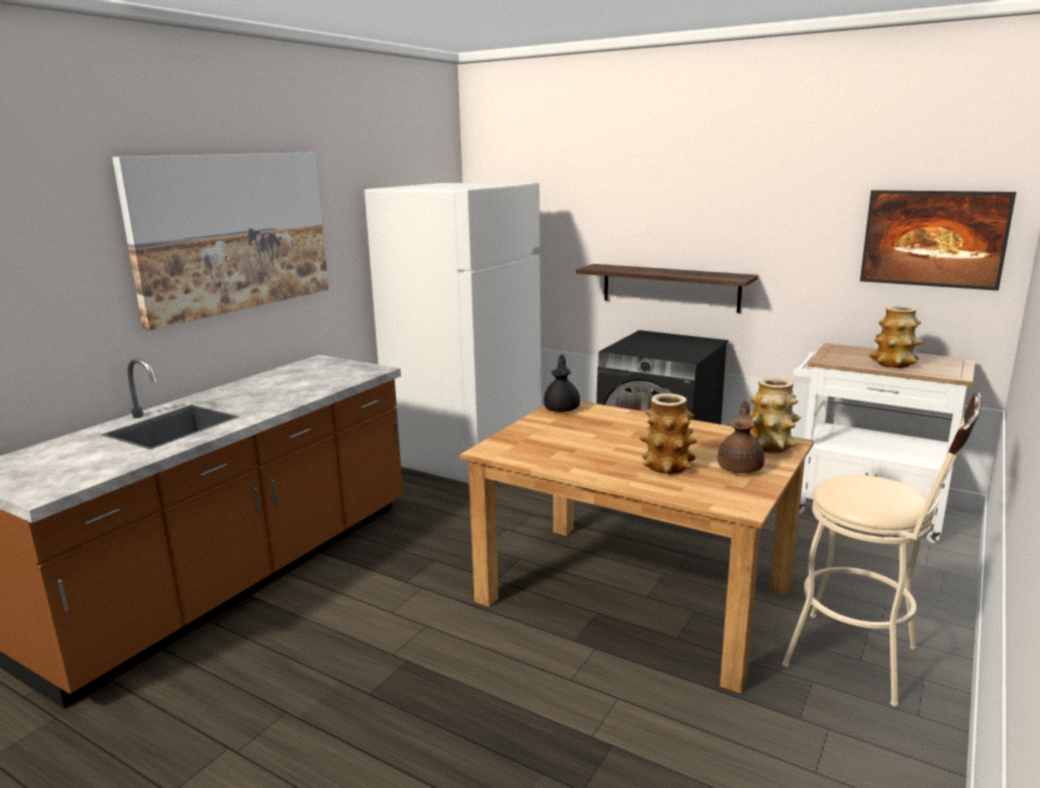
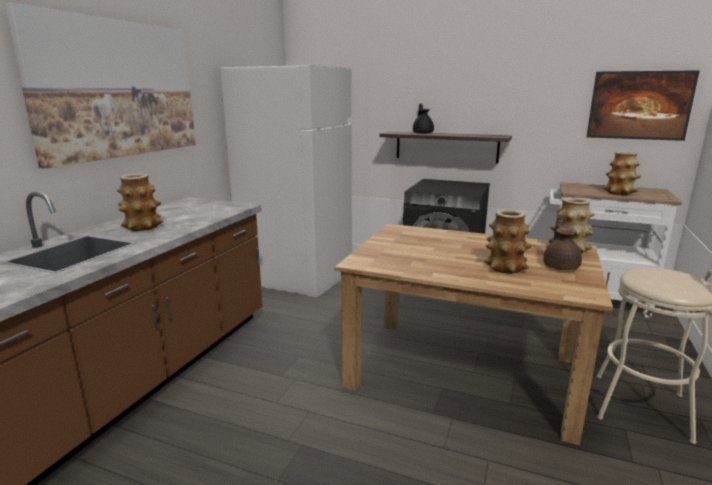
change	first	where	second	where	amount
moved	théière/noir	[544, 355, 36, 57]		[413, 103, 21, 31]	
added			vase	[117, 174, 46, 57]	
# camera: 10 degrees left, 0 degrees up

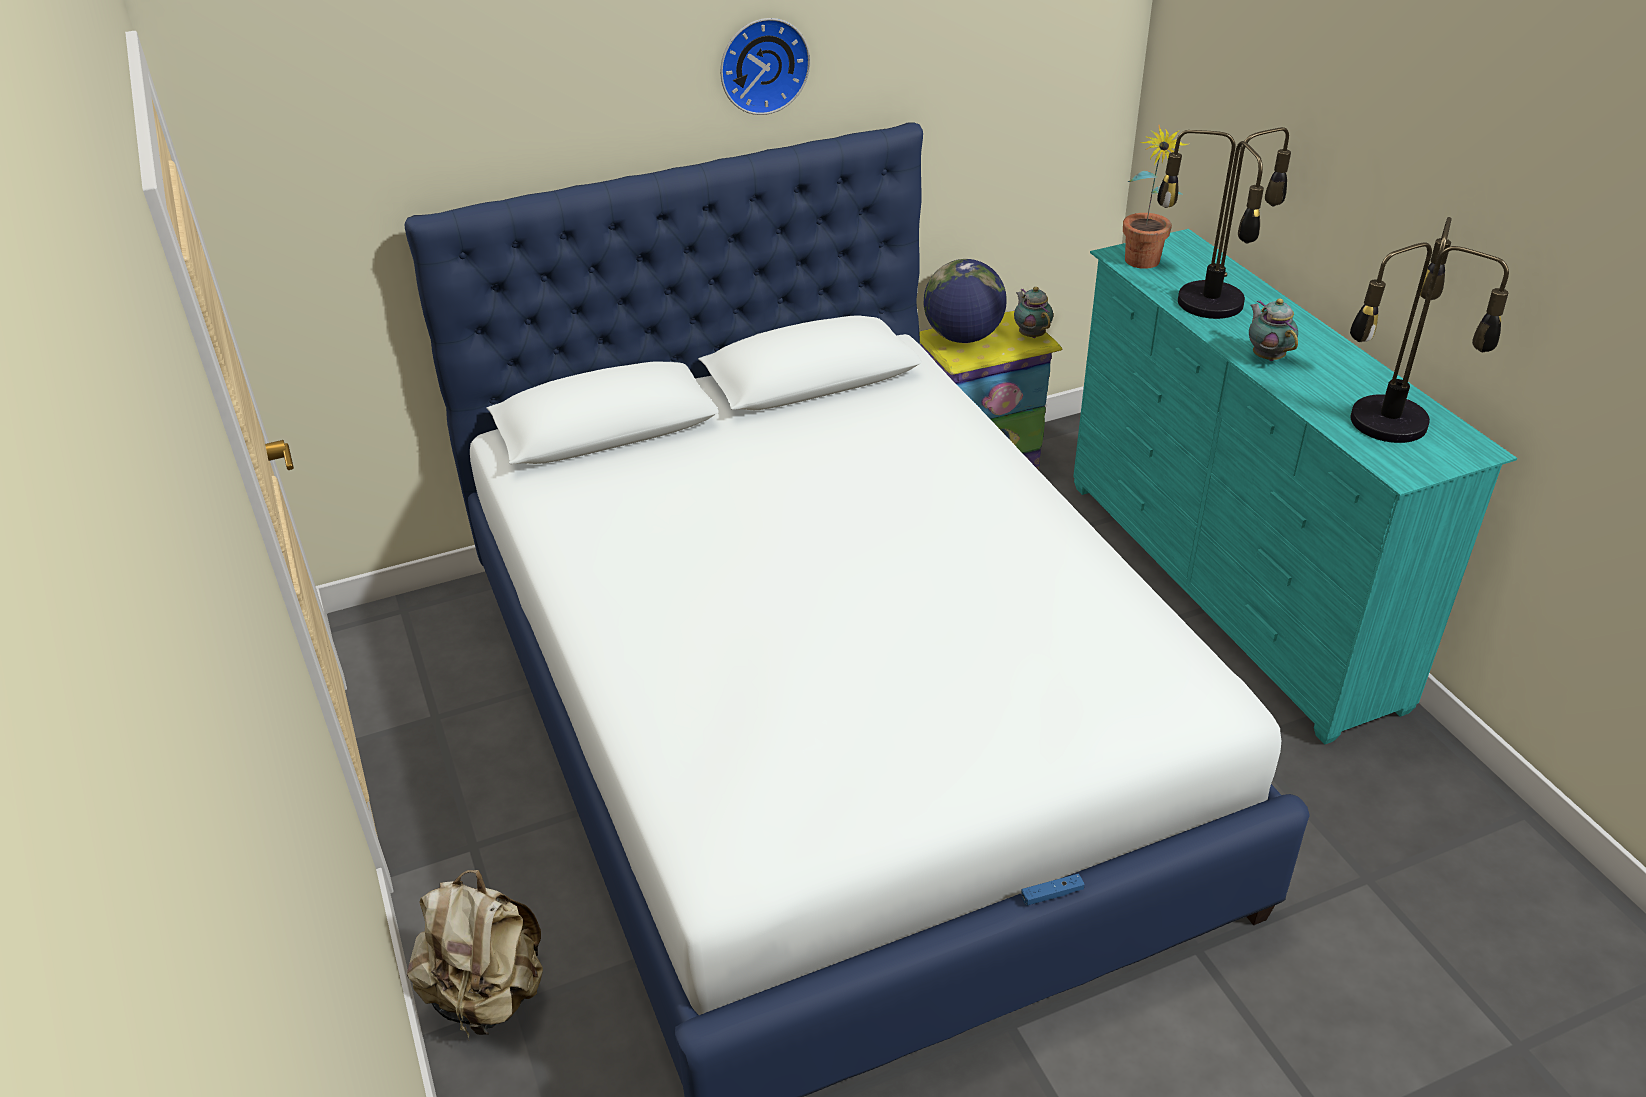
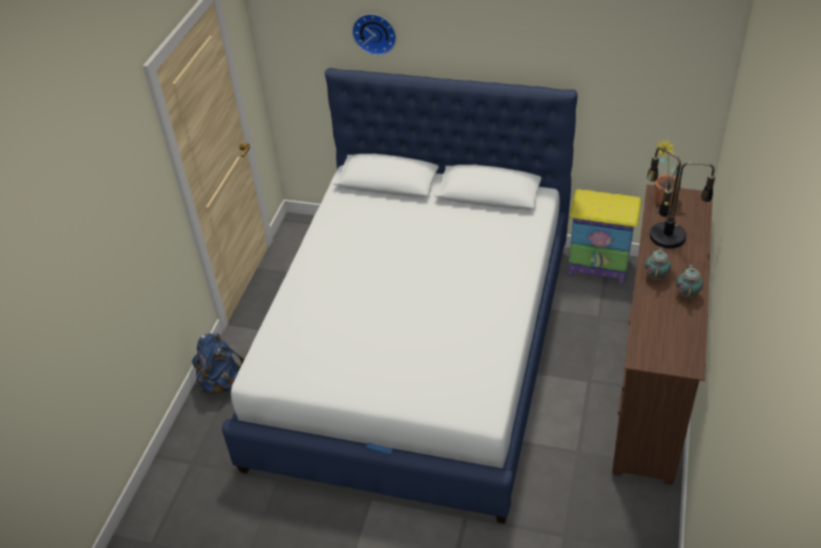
change	first	where	second	where	amount
recoloured	sac à dos/beige	[407, 870, 136, 169]	sac à dos/bleu	[192, 333, 52, 62]	
moved	horloge murale	[720, 18, 90, 97]		[352, 14, 44, 41]	
removed	globe	[924, 259, 83, 84]			
moved	théière	[1014, 287, 39, 51]		[676, 264, 27, 34]	
recoloured	commode/turquoise	[1073, 229, 444, 516]	commode/marron	[612, 184, 101, 301]	
removed	lampe de table	[1350, 217, 159, 226]			
# camera: 40 degrees right, 5 degrees up

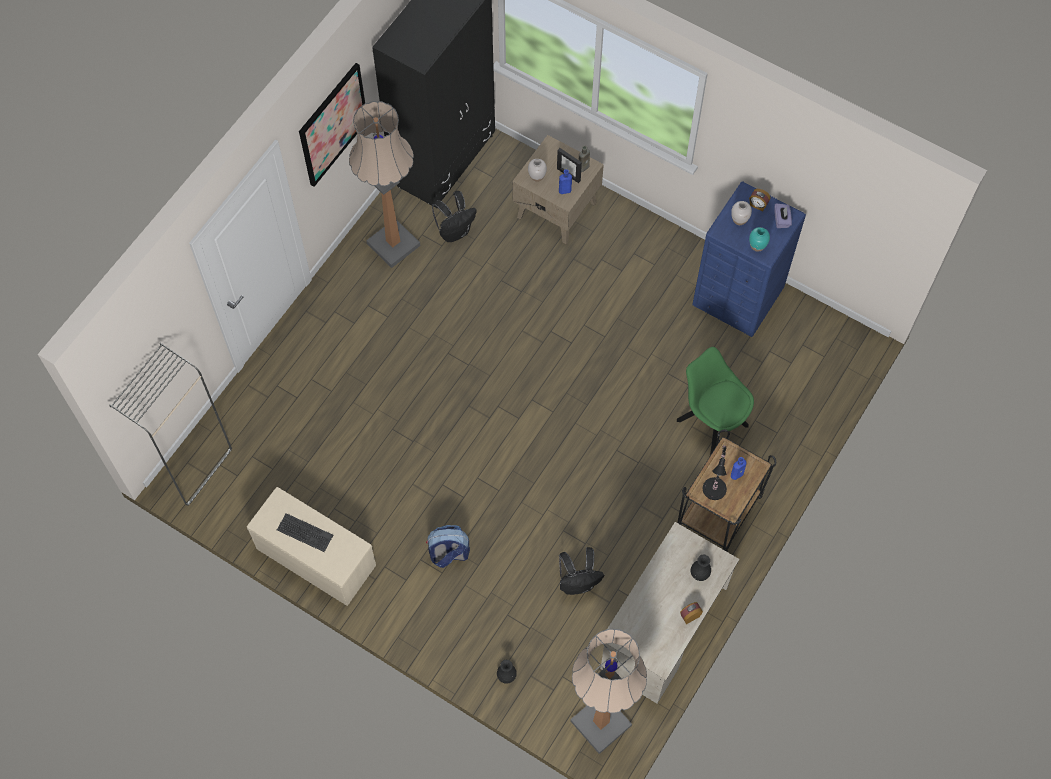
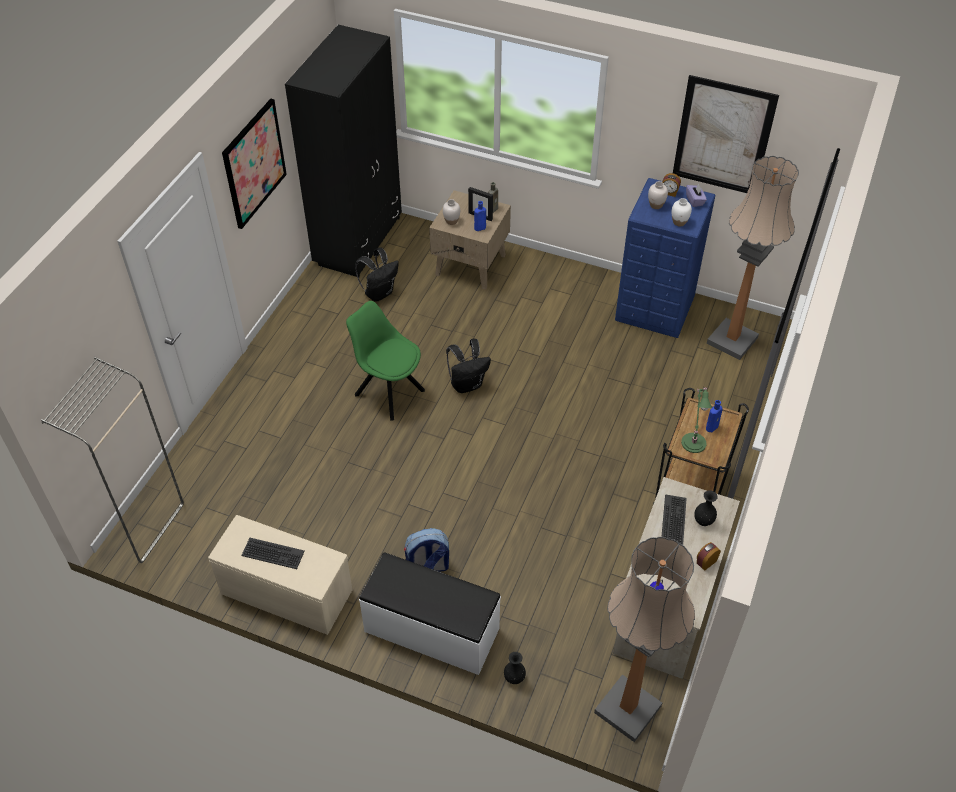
change	first	where	second	where	amount
moved	lampadaire	[349, 101, 71, 167]		[707, 156, 92, 204]	
moved	sac à dos/noir	[559, 547, 45, 48]		[446, 339, 45, 54]	
moved	chaise/vert	[677, 347, 77, 108]		[346, 301, 79, 120]	
recoloured	lampe de table/noir	[703, 445, 24, 55]	lampe de table/vert	[681, 387, 31, 66]	
recoloured	vase/turquoise	[749, 227, 21, 25]	vase/blanc	[672, 198, 20, 28]	
added			banc/blanc	[359, 552, 142, 123]	
added			clavier	[661, 494, 26, 51]	
added			tableau	[673, 75, 106, 118]	
# camera: 10 degrees left, 15 degrees down

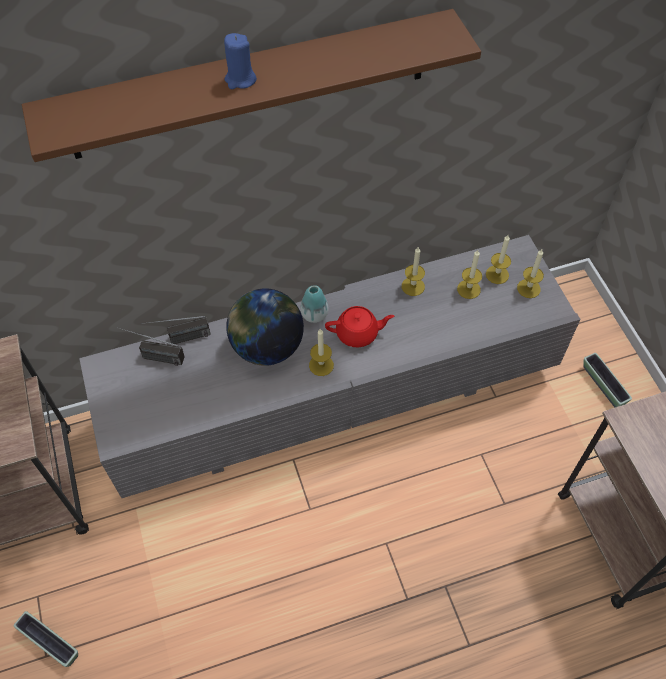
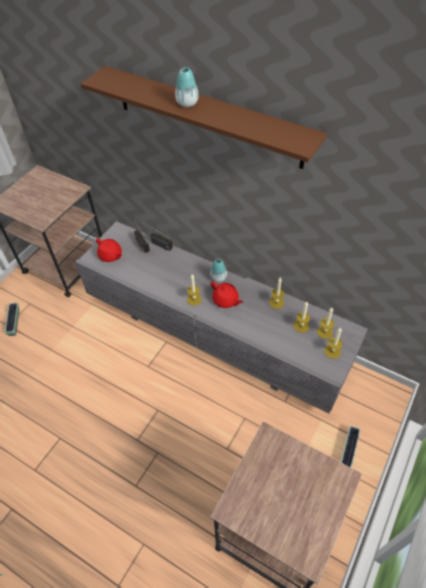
change	first	where	second	where	amount
replaced	bougie/bleu	[224, 33, 33, 56]	vase	[175, 67, 24, 40]	
removed	globe	[226, 288, 78, 78]			
added			théière/rouge	[96, 238, 26, 24]	
# camera: 50 degrees right, 5 degrees down

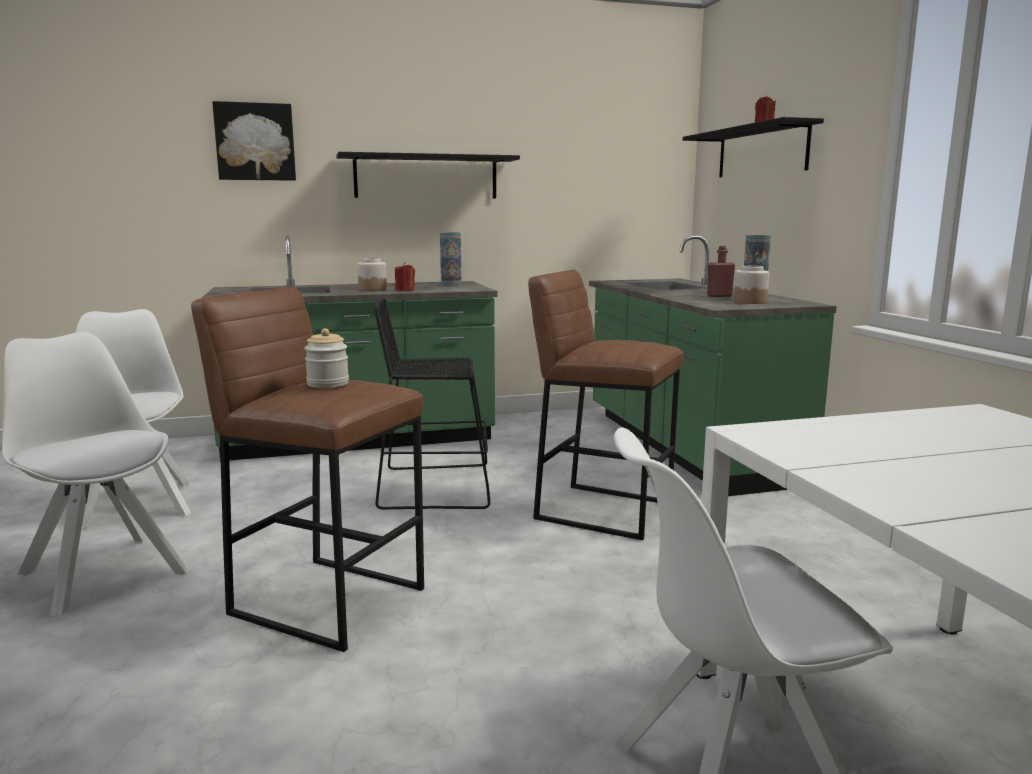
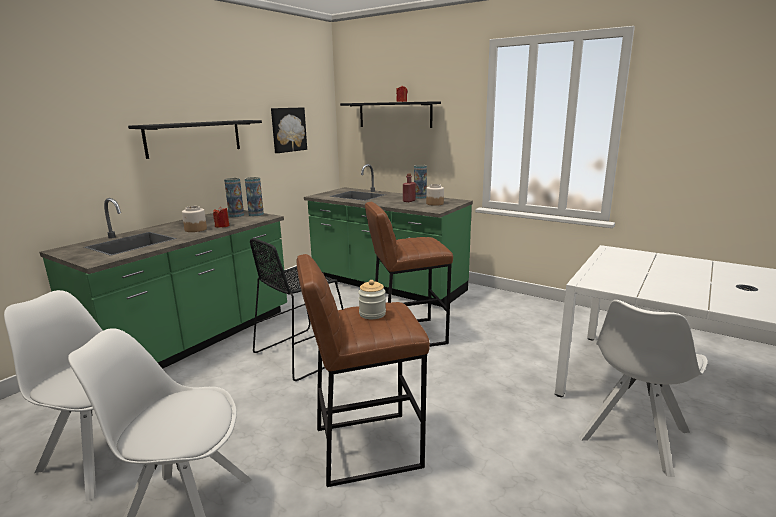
change	first	where	second	where	amount
moved	tableau	[212, 101, 84, 80]		[271, 107, 36, 46]	
added			vase	[245, 177, 19, 39]	
# camera: 40 degrees left, 5 degrees up

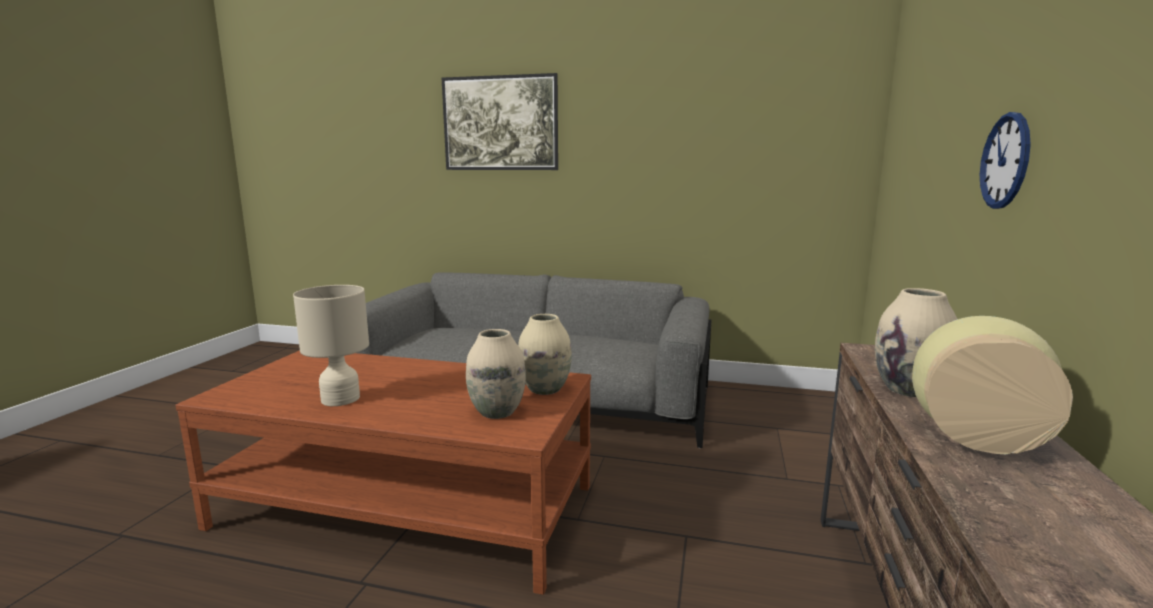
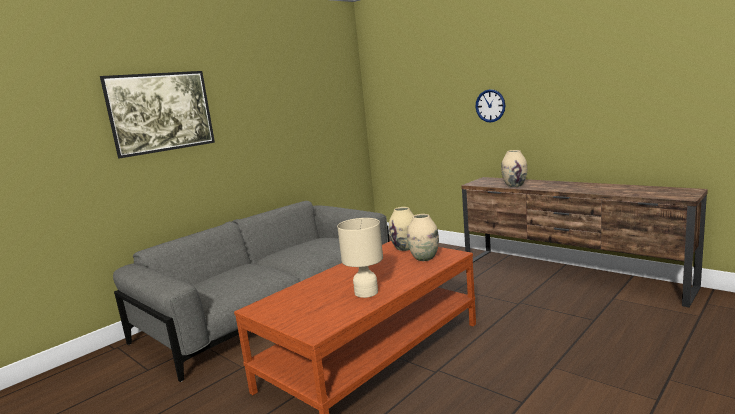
change	first	where	second	where	amount
removed	vase	[912, 316, 161, 138]			
# camera: 60 degrees left, 0 degrees up

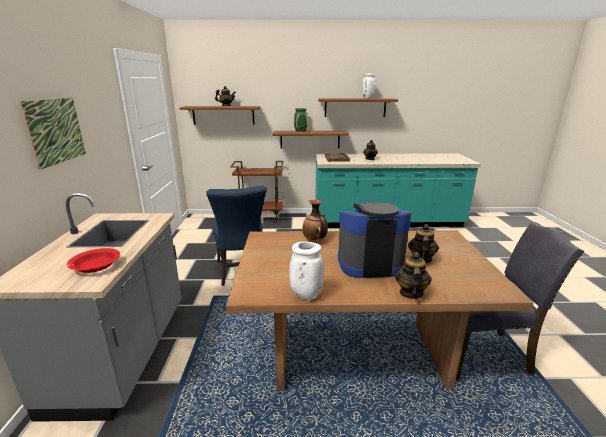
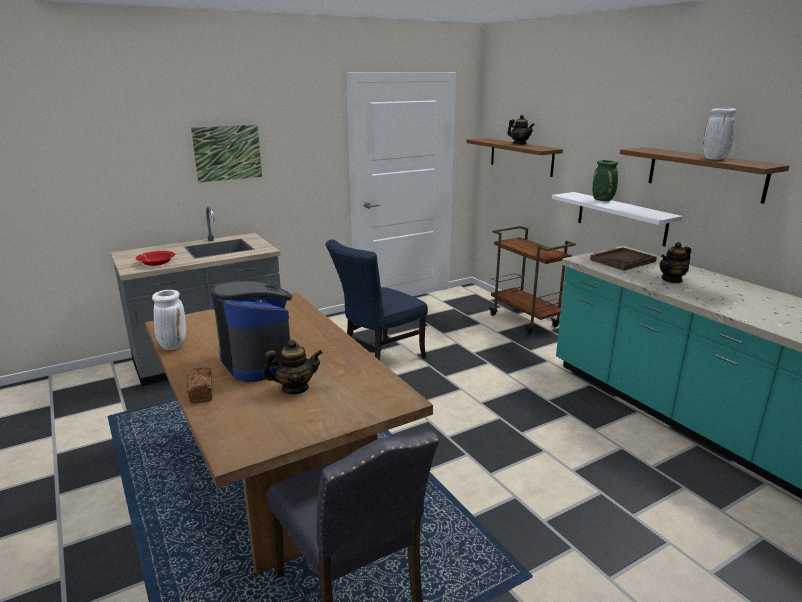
change	first	where	second	where	amount
recoloured	étagère/marron	[273, 131, 76, 17]	étagère/blanc	[552, 192, 131, 54]	
removed	vase	[302, 199, 26, 42]			
replaced	théière	[395, 252, 37, 47]	pain	[187, 367, 25, 36]	
# camera: 60 degrees right, 0 degrees up

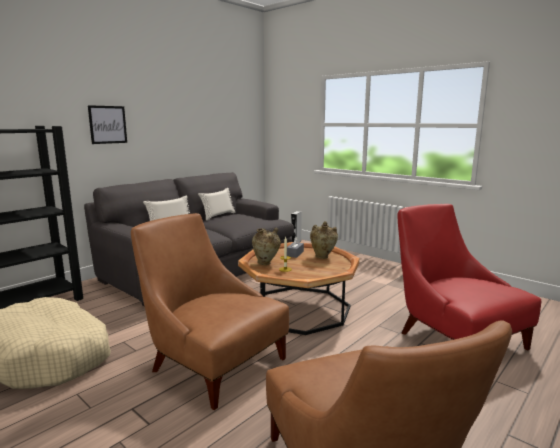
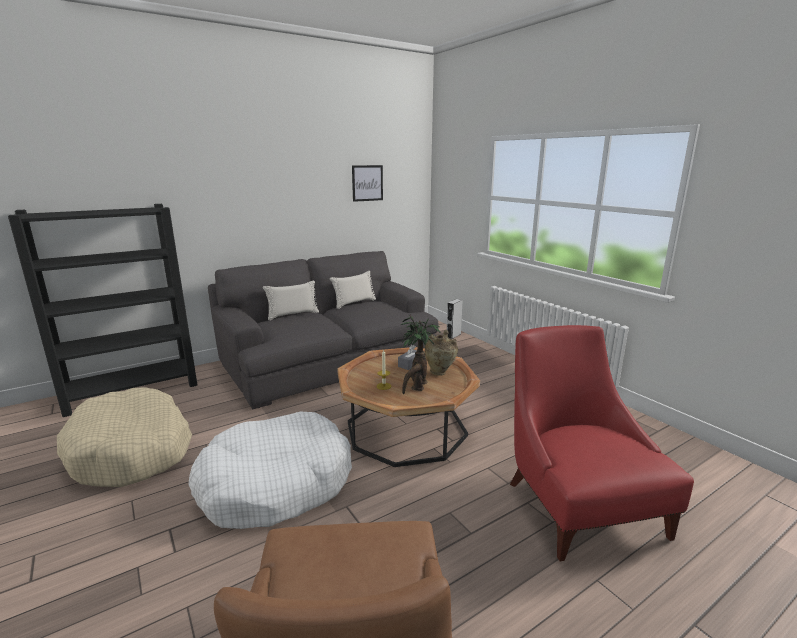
change	first	where	second	where	amount
moved	tableau	[88, 105, 39, 39]		[352, 165, 31, 37]	
replaced	fauteuil/marron	[131, 213, 158, 197]	panier pour chien/blanc	[189, 411, 163, 118]	
removed	vase/beige	[252, 228, 29, 37]			
added			plante en pot	[401, 314, 40, 81]	
# camera: 15 degrees right, 5 degrees up

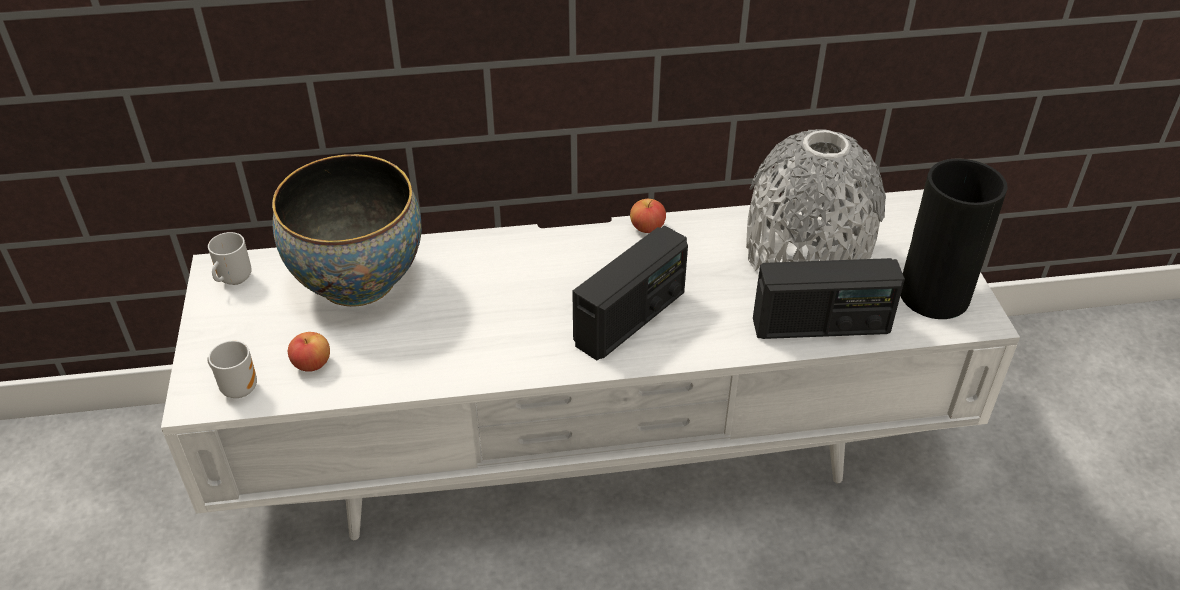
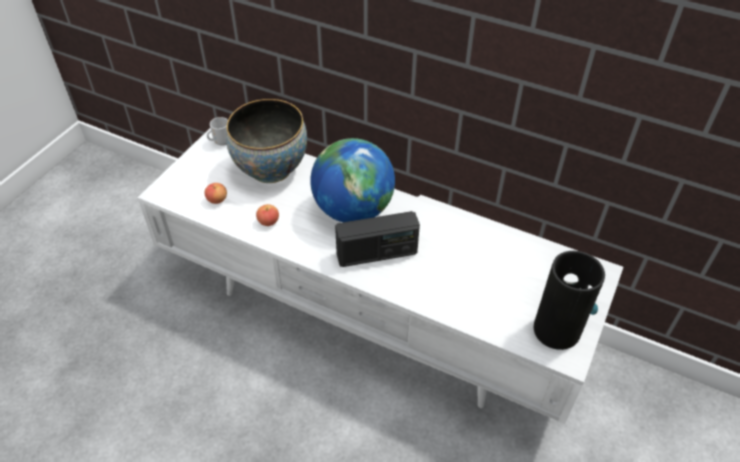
change	first	where	second	where	amount
removed	mug	[207, 341, 50, 57]			
moved	pomme	[630, 199, 36, 34]		[256, 204, 23, 22]	
removed	vase/gris	[746, 129, 140, 142]			
removed	radio	[753, 258, 152, 81]			
added			globe	[310, 138, 85, 84]	
# camera: 35 degrees right, 5 degrees up

